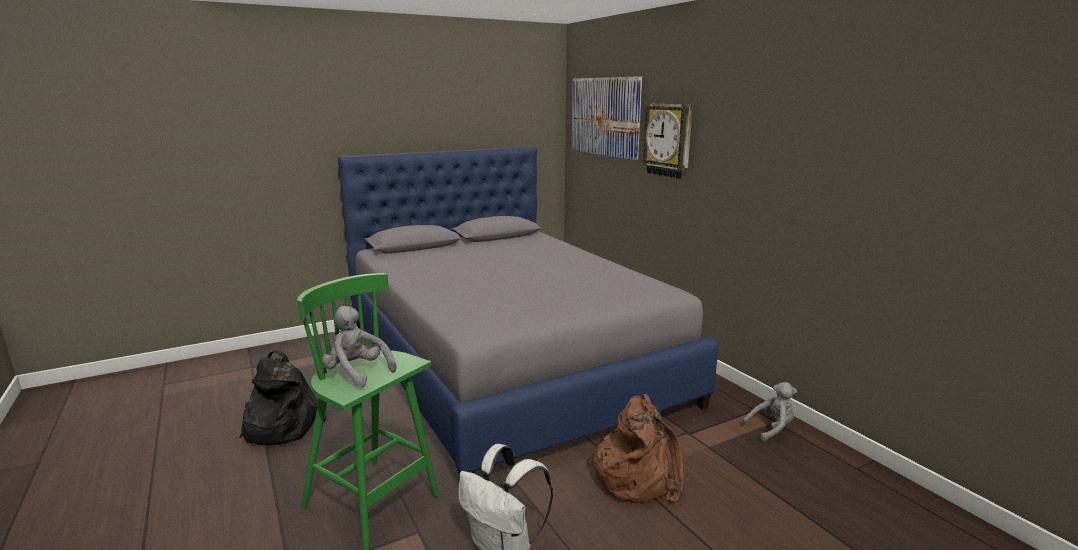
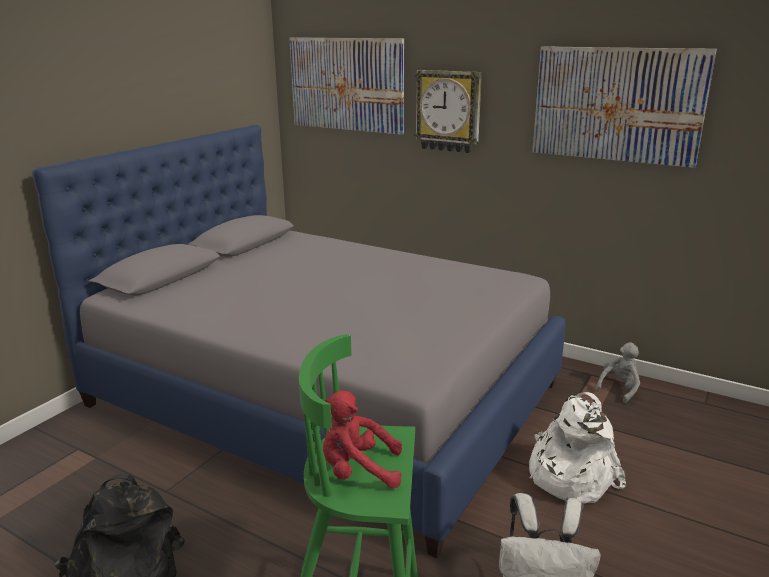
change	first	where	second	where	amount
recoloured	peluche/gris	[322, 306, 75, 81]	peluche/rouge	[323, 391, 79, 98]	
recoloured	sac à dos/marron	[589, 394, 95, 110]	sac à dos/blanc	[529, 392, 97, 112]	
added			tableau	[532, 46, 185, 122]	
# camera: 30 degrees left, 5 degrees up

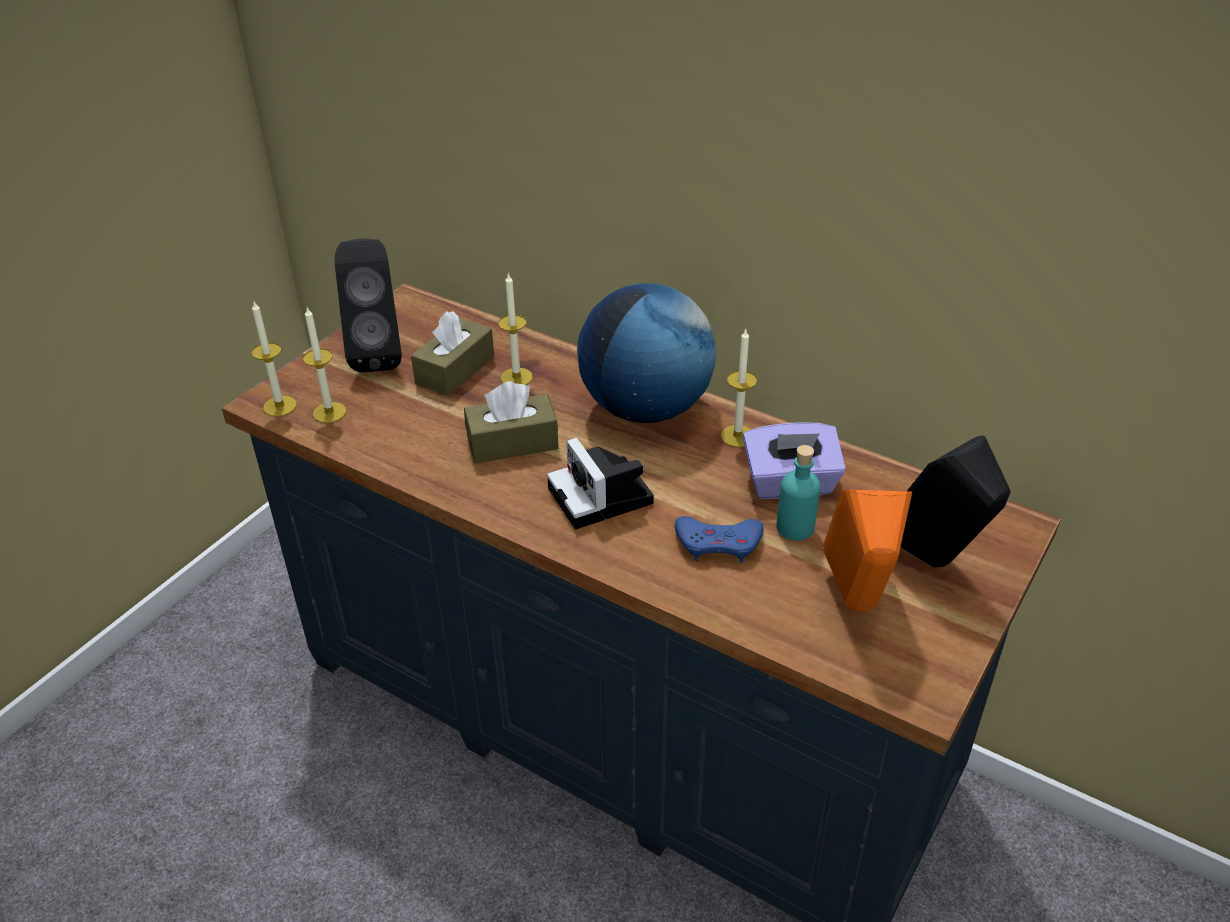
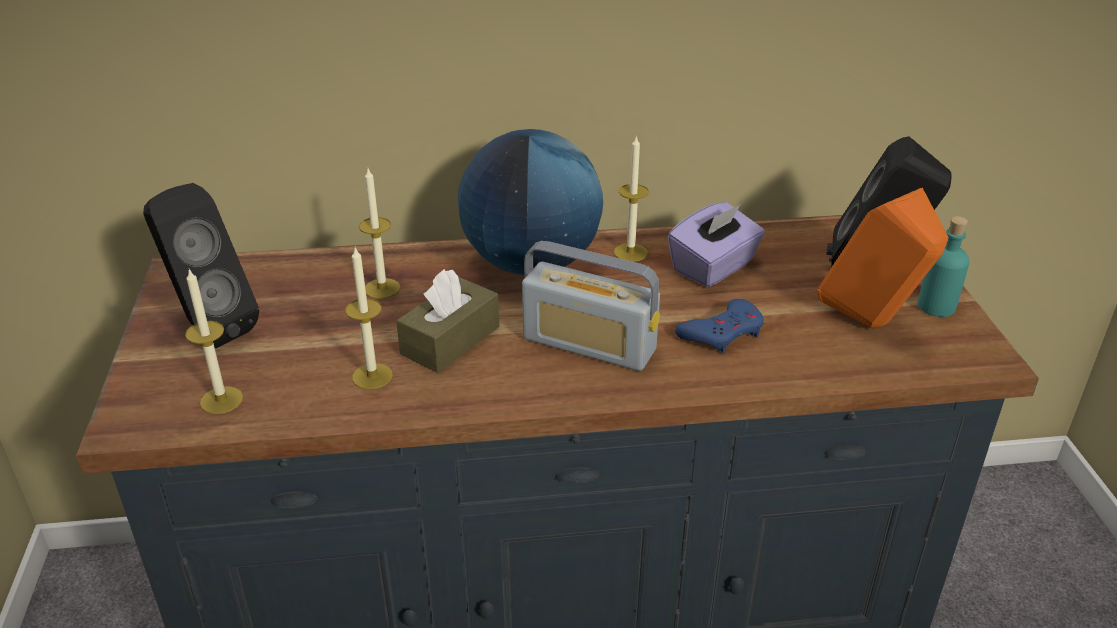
change	first	where	second	where	amount
moved	bougie	[252, 302, 45, 115]		[345, 247, 48, 142]	
removed	boîte à mouchoirs/marron	[411, 311, 83, 85]			
replaced	appareil photo	[547, 437, 107, 92]	radio	[522, 241, 138, 130]	
moved	bouteille/turquoise	[776, 445, 45, 96]		[918, 216, 51, 101]	
# camera: 40 degrees left, 5 degrees down

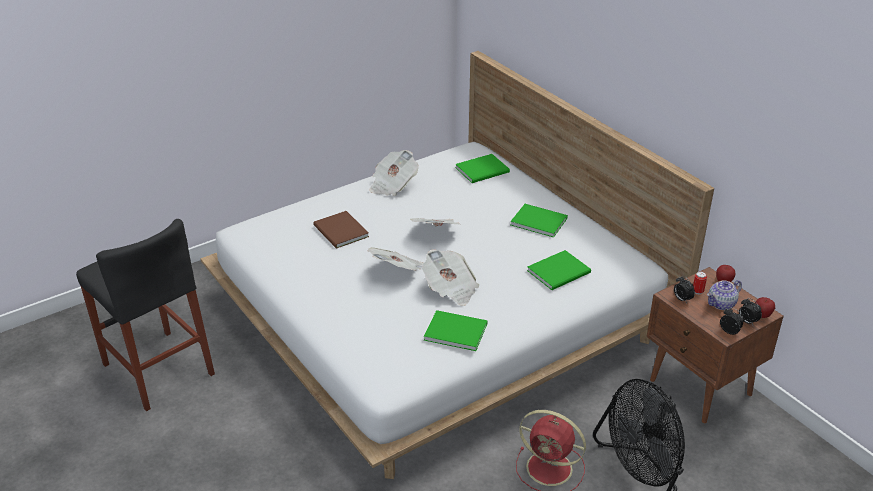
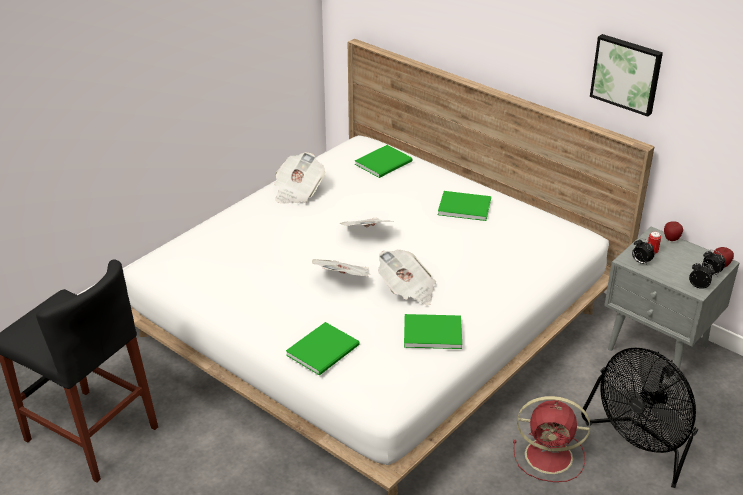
change	first	where	second	where	amount
removed	livre/marron	[313, 211, 56, 38]			
moved	livre/vert	[527, 250, 64, 40]		[286, 322, 74, 54]	
recoloured	table de chevet/marron	[647, 267, 137, 156]	table de chevet/gris	[604, 227, 136, 154]	
removed	théière	[707, 280, 35, 30]			
added			tableau	[590, 34, 73, 83]	
# camera: 15 degrees left, 0 degrees up

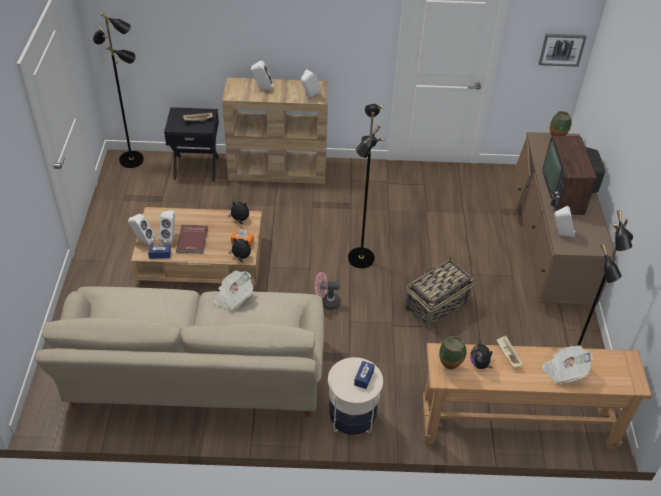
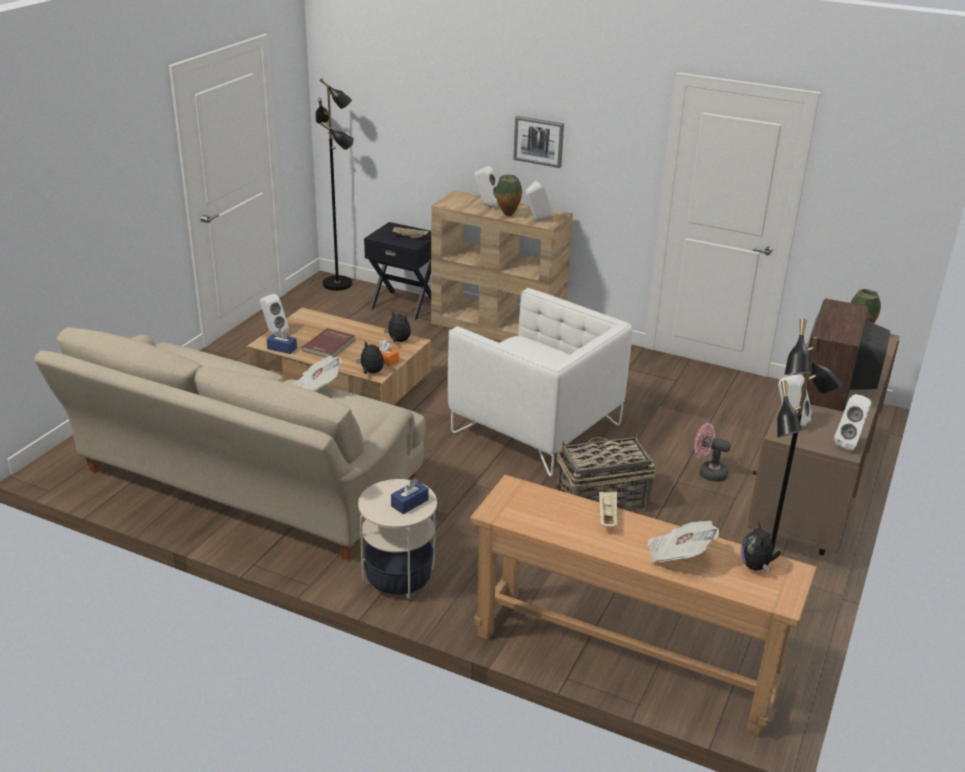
change	first	where	second	where	amount
moved	enceinte/blanc	[159, 210, 16, 34]		[834, 394, 38, 57]	
moved	ventilateur/rose	[315, 272, 26, 38]		[694, 423, 37, 59]	
replaced	lampadaire/noir	[348, 104, 37, 164]	fauteuil/blanc	[448, 288, 185, 190]	
moved	vase	[439, 336, 27, 33]		[496, 175, 26, 41]	
moved	peluche	[470, 340, 22, 29]		[741, 521, 40, 51]	
moved	tableau	[539, 34, 48, 33]		[513, 116, 51, 52]	
# camera: 25 degrees right, 15 degrees down

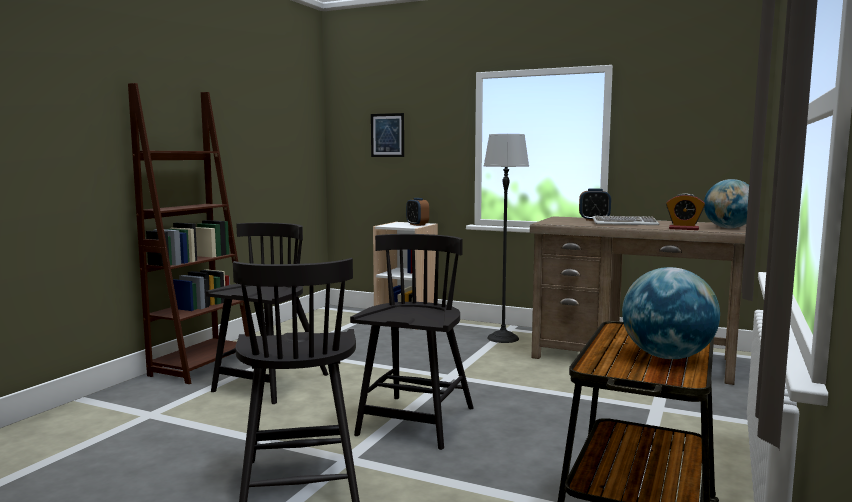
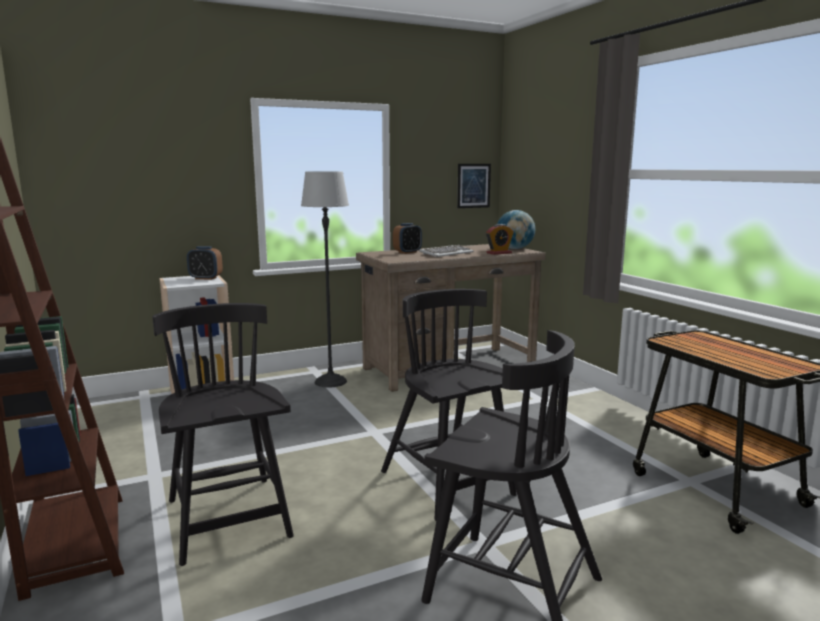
change	first	where	second	where	amount
moved	tableau	[371, 113, 33, 44]		[457, 164, 34, 44]	
removed	globe	[622, 267, 98, 92]			
# camera: 50 degrees left, 5 degrees up

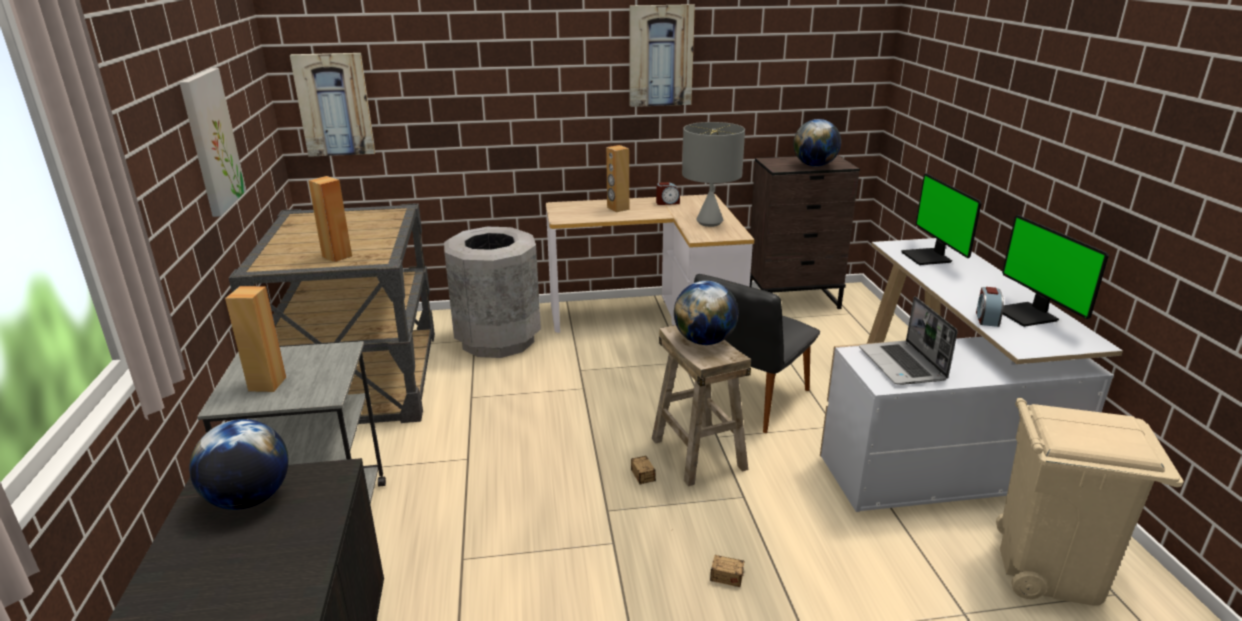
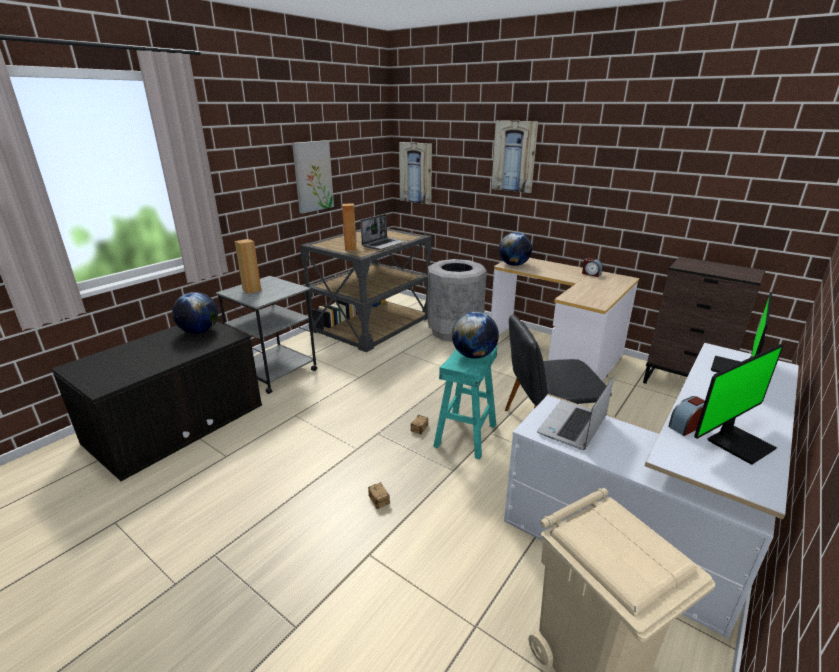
change	first	where	second	where	amount
removed	enceinte/marron	[606, 145, 23, 67]			
moved	tableau	[629, 4, 66, 103]		[491, 120, 47, 73]	
recoloured	tabouret/beige	[652, 325, 99, 161]	tabouret/turquoise	[433, 345, 64, 114]	
removed	lampe de table/gris	[682, 122, 63, 105]			
moved	globe	[793, 119, 48, 48]		[499, 232, 33, 34]	
turned	écran d'ordinateur	[1002, 215, 107, 112]		[694, 344, 89, 121]	150 degrees counterclockwise
added			ordinateur portable	[361, 214, 44, 36]	
# camera: 45 degrees right, 0 degrees up

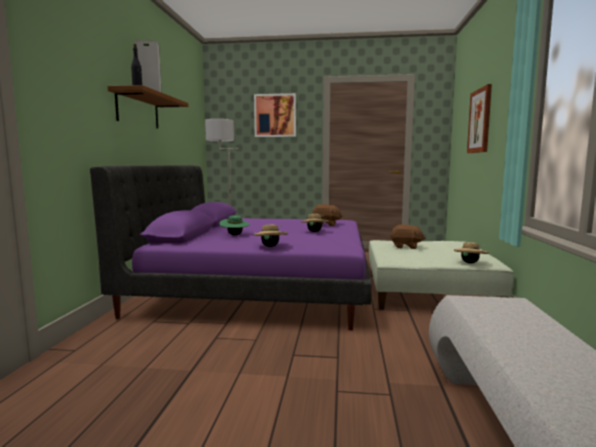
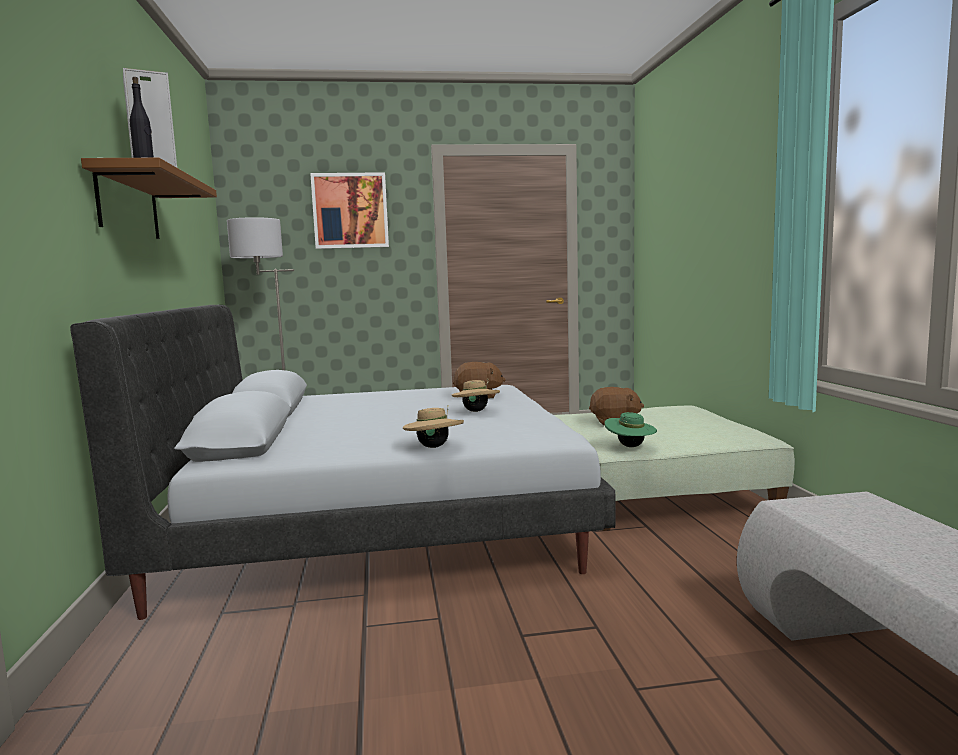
change	first	where	second	where	amount
recoloured	lit/violet	[90, 165, 282, 165]	lit/gris	[70, 305, 546, 315]	
moved	chapeau/vert	[219, 215, 31, 20]		[605, 412, 52, 35]	
removed	chapeau/beige	[454, 242, 35, 21]			
removed	tableau	[467, 84, 25, 69]			
# camera: 15 degrees left, 0 degrees up

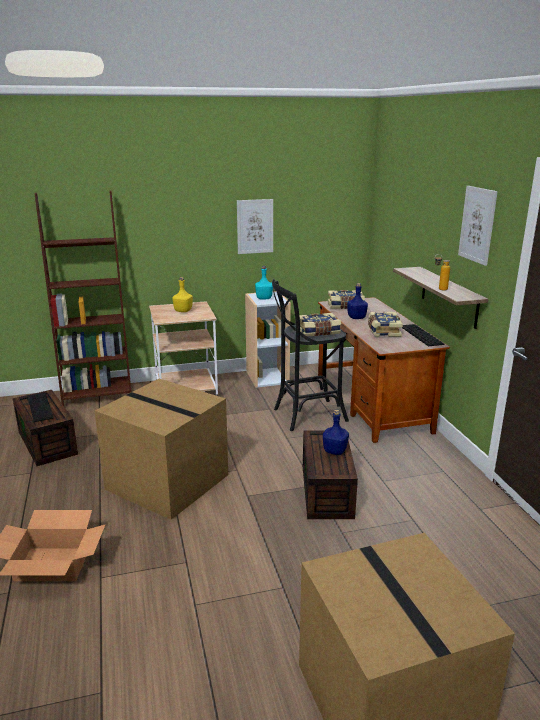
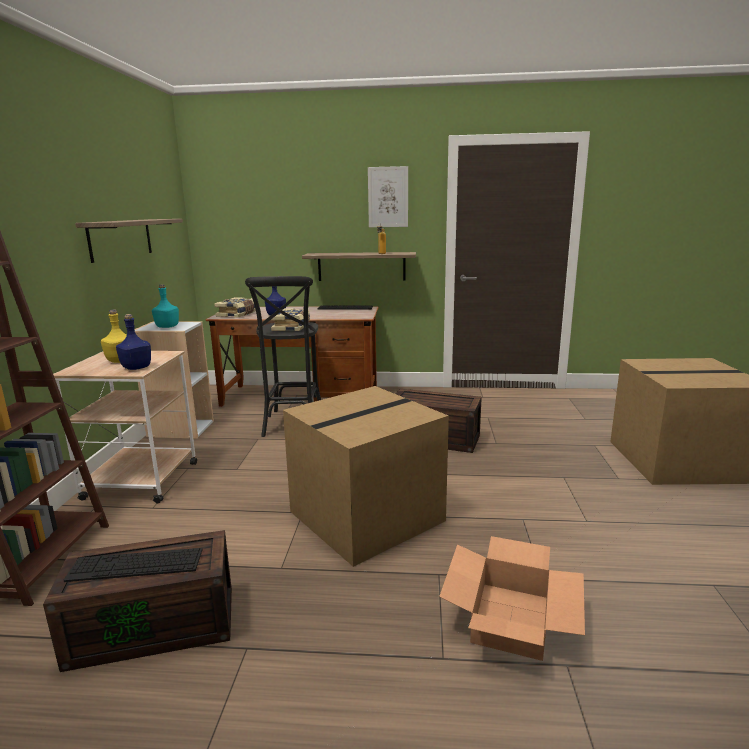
change	first	where	second	where	amount
replaced	tableau	[237, 199, 36, 55]	étagère	[75, 219, 108, 44]	
moved	bouteille/bleu	[323, 410, 26, 45]		[116, 314, 35, 56]	
removed	livre	[368, 312, 35, 25]			
# camera: 70 degrees left, 5 degrees down

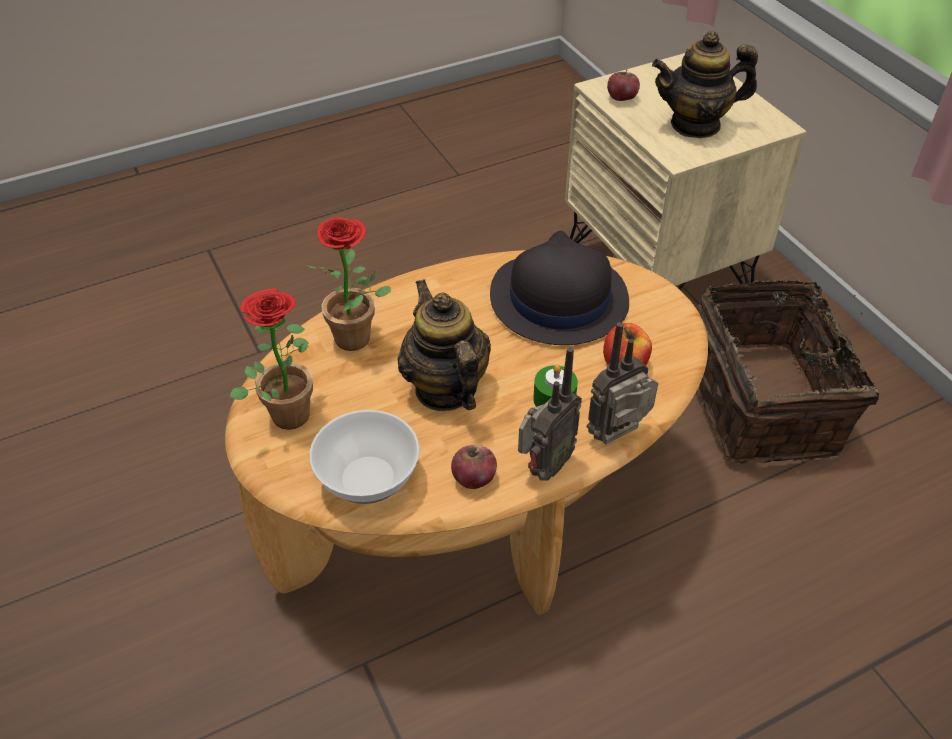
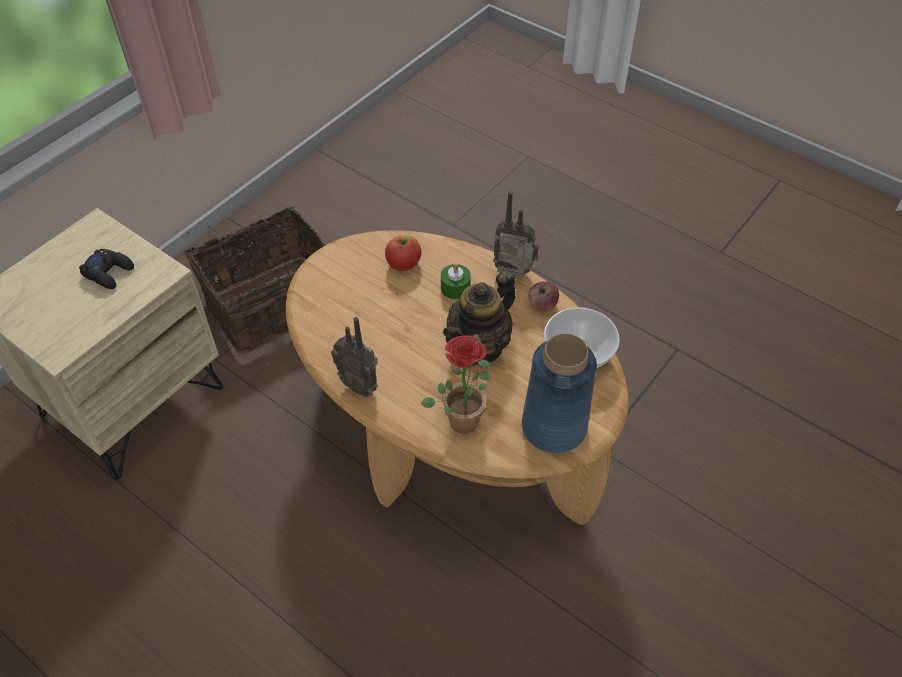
change	first	where	second	where	amount
replaced	plante en pot	[230, 288, 83, 142]	vase/bleu	[522, 333, 75, 120]	
removed	chapeau/noir	[490, 231, 139, 114]			
moved	radio	[586, 322, 72, 122]		[331, 317, 47, 79]	
removed	pomme	[607, 69, 33, 32]			
replaced	théière	[652, 31, 106, 107]	manette/noir	[79, 249, 55, 40]	
# camera: 115 degrees left, 5 degrees up

